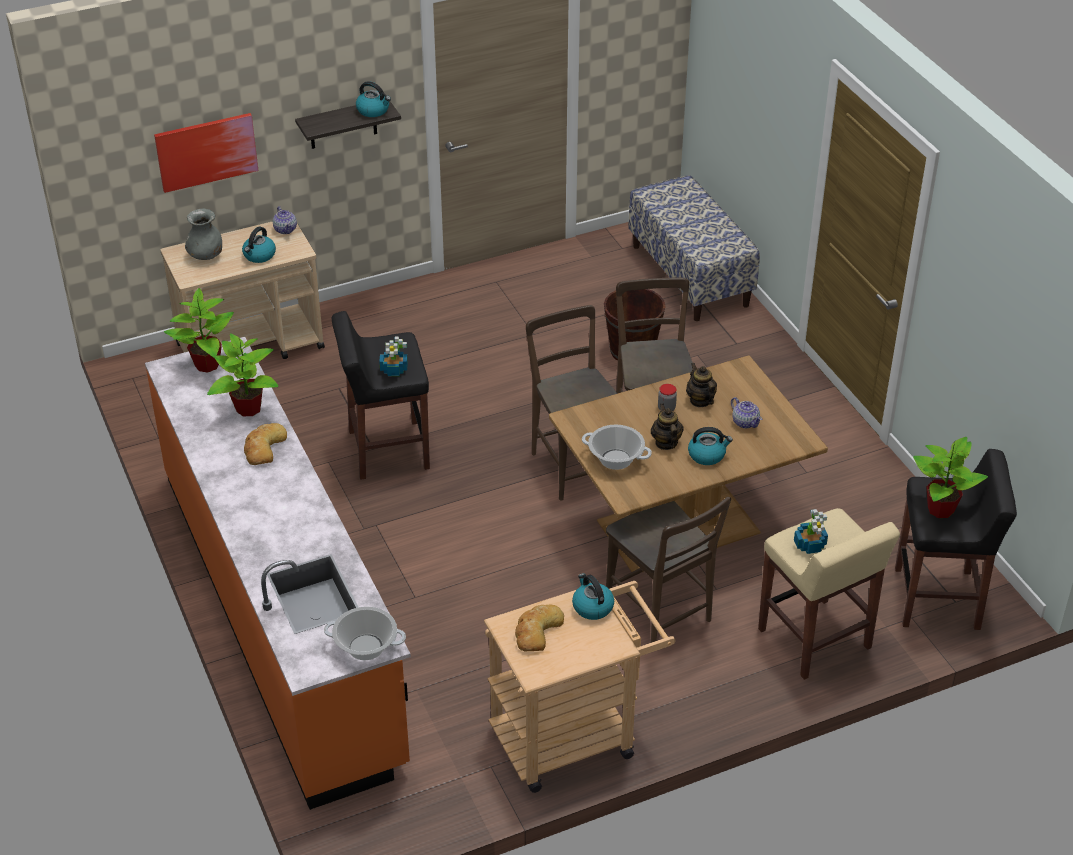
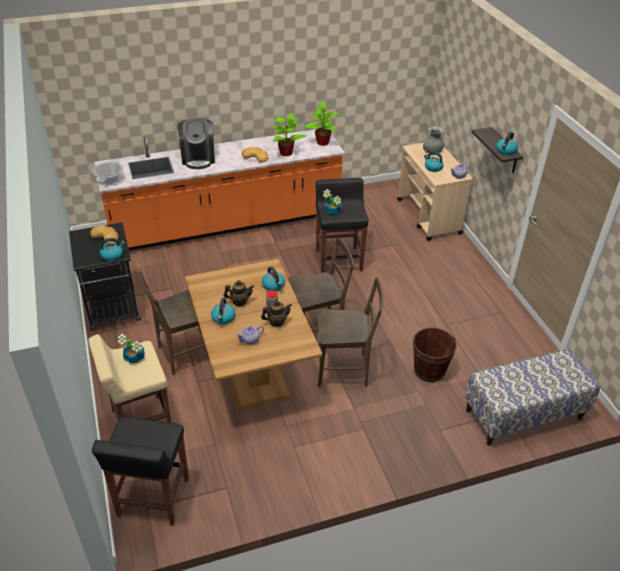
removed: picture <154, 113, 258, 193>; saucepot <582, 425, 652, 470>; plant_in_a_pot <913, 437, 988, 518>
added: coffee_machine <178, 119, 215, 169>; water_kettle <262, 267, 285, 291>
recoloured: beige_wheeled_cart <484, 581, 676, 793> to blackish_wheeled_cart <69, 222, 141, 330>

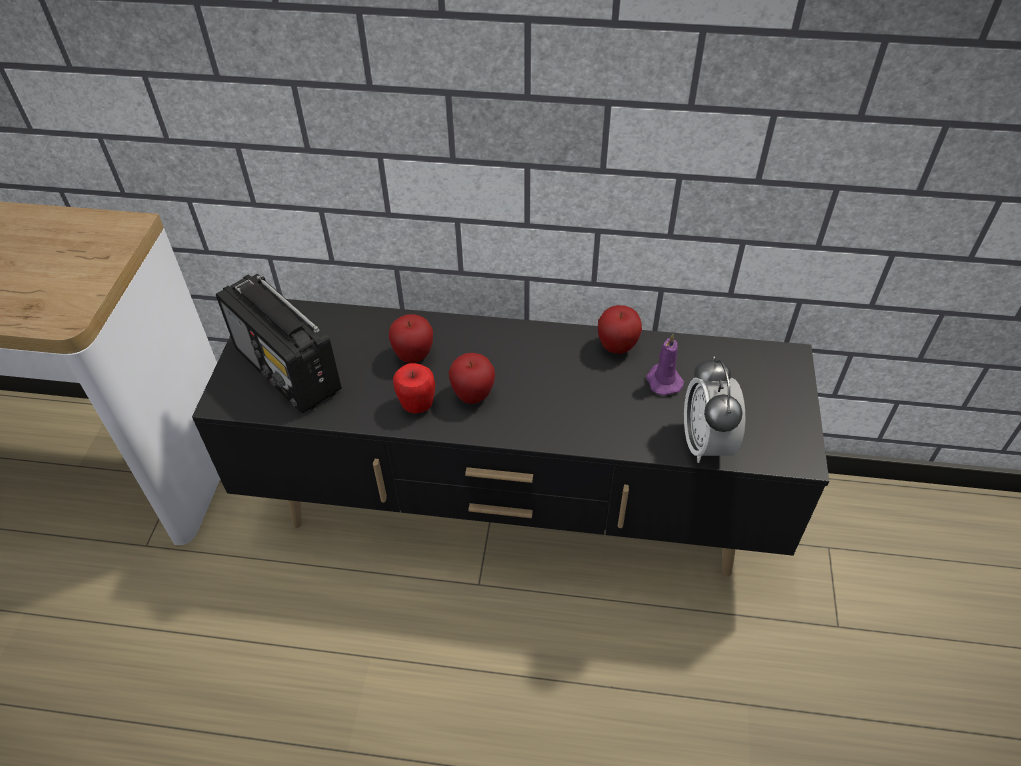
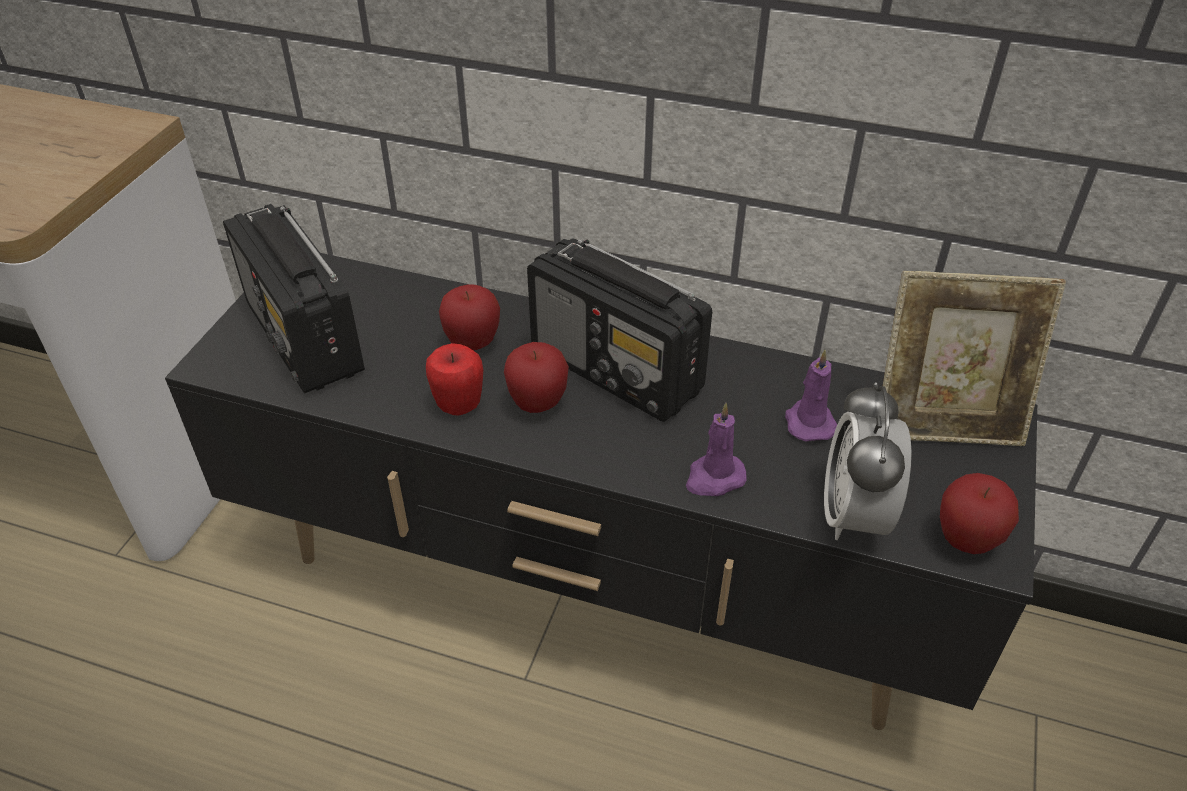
added: radio_receiver <527, 238, 712, 422>; photo_frame <883, 271, 1066, 446>; purple-coloured_wax_light <686, 403, 747, 496>
moved: whole_apple <598, 305, 642, 354> to <940, 473, 1019, 554>

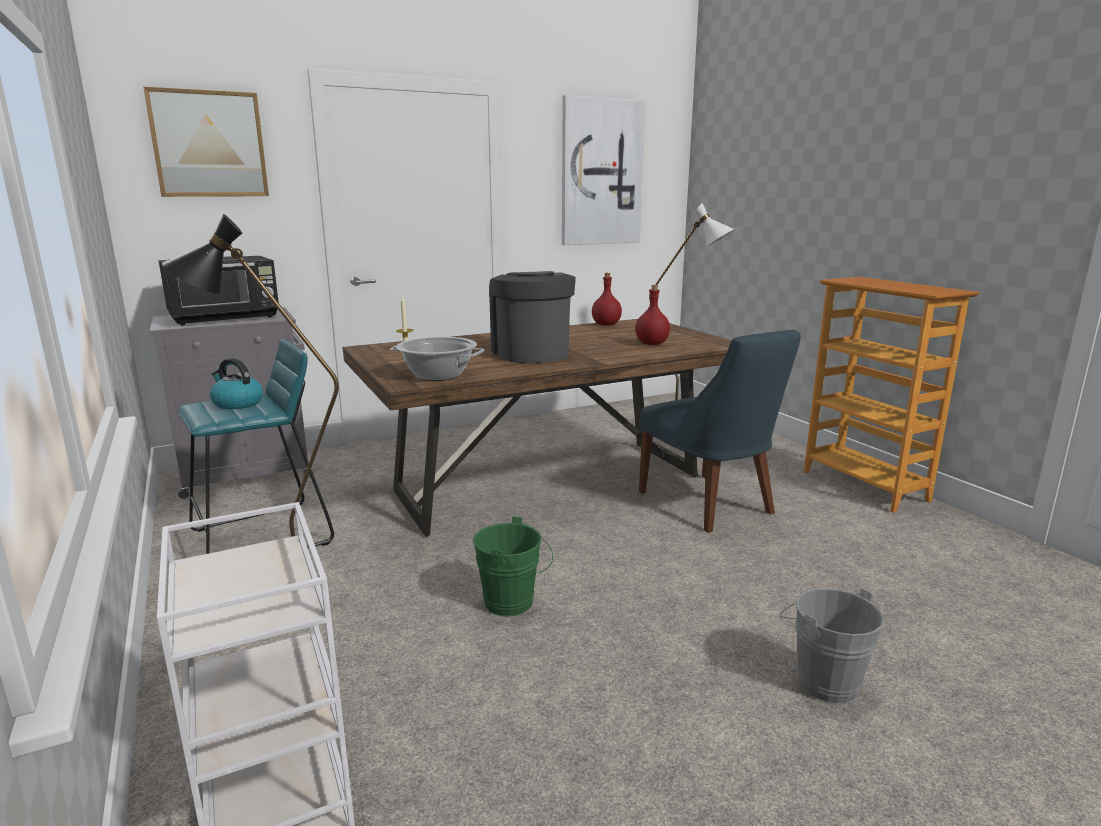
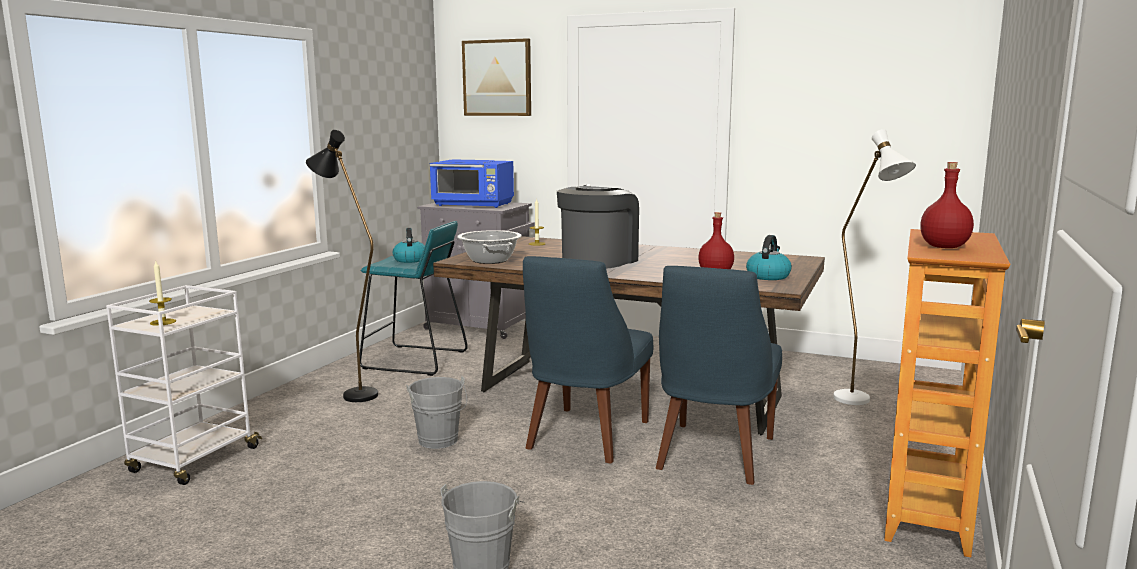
removed: picture <562, 95, 645, 245>
added: water_kettle <746, 235, 792, 280>; blue_plain_chair <523, 256, 653, 463>; wax_light <149, 261, 176, 326>
moved: red_drink_bottle <592, 273, 622, 326> to <920, 162, 974, 248>
recoloured: blackish_microwave_oven <159, 256, 279, 326> to blue_microwave_oven <429, 159, 514, 208>; green_pail <473, 516, 553, 617> to grey_pail <406, 376, 467, 449>

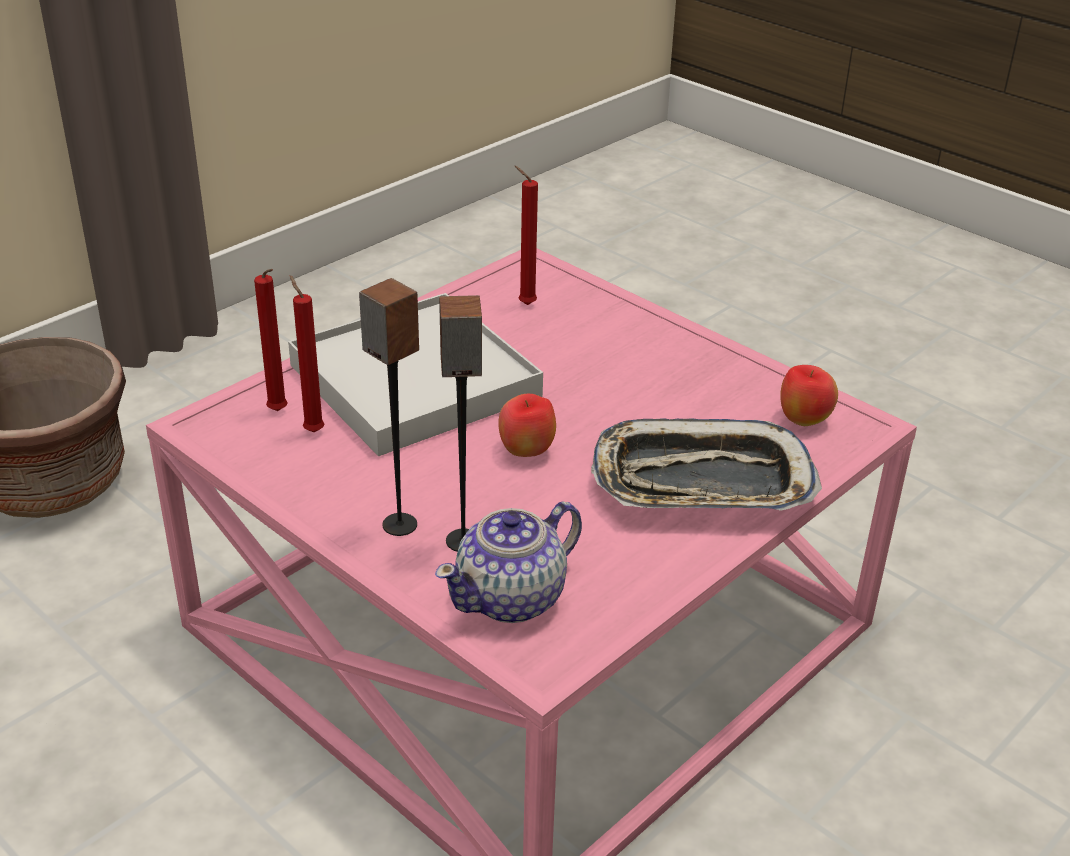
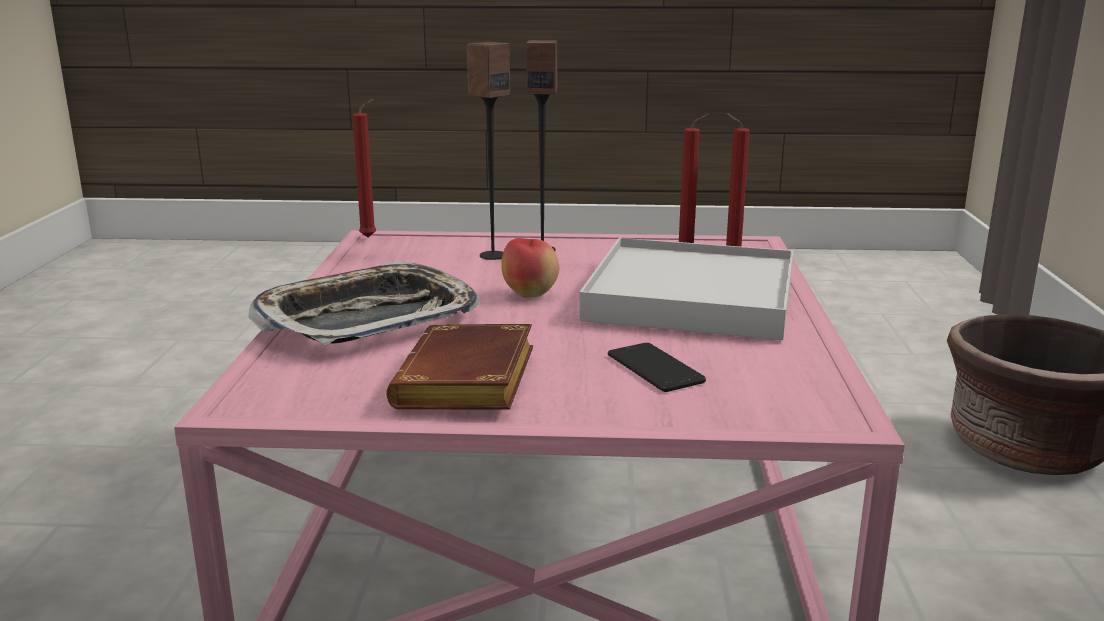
removed: whole_apple <780, 365, 838, 426>; teapot <435, 502, 582, 623>
added: brownish_volume <387, 324, 533, 410>; handset <608, 343, 706, 392>
moved: red_wax_light <515, 166, 538, 305> to <352, 99, 376, 238>

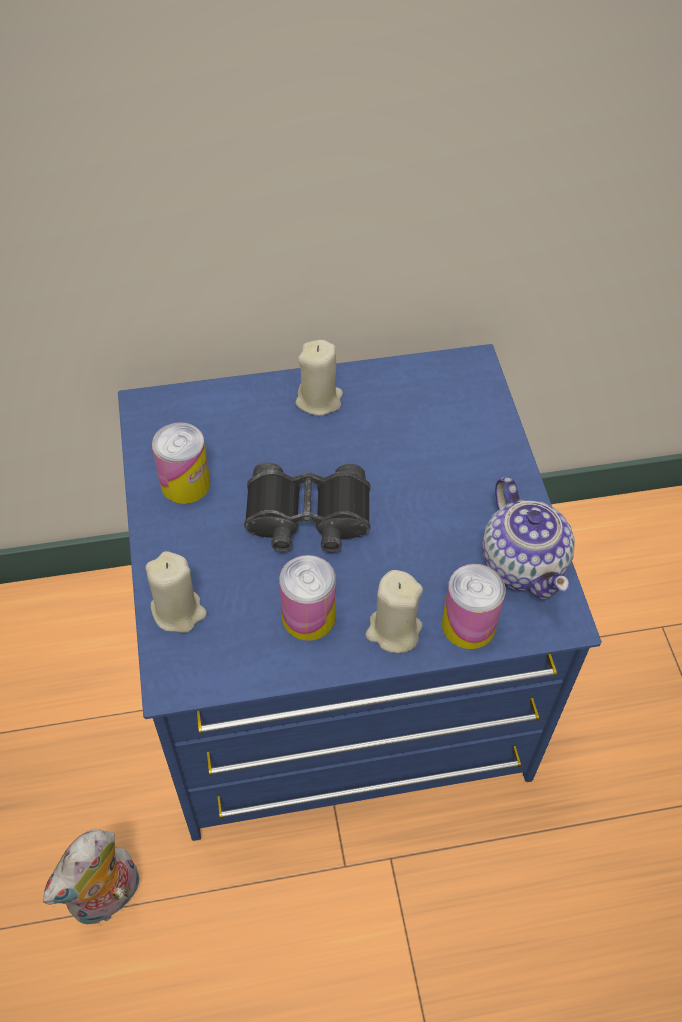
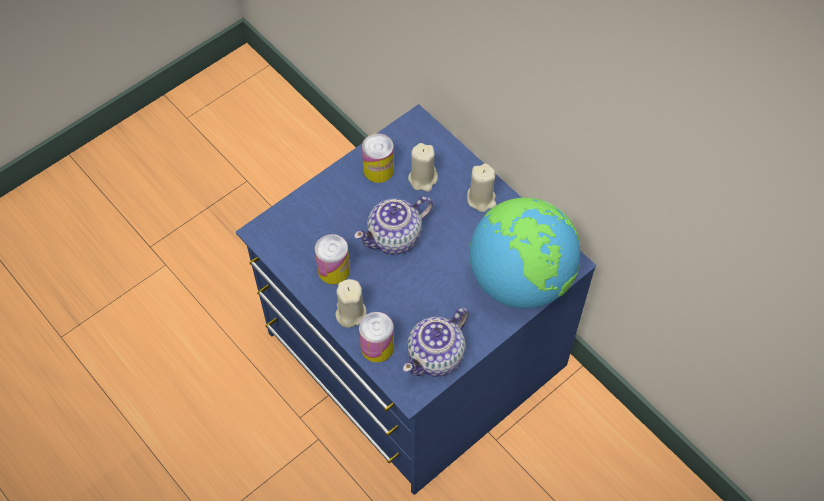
removed: soft_toy <43, 829, 139, 925>
added: world_globe <470, 198, 580, 309>
moved: beige_wax_light <145, 551, 207, 633> to <408, 143, 438, 192>
replaced: blackish_pair_of_binoculars <244, 462, 370, 552> to teapot <354, 196, 433, 254>

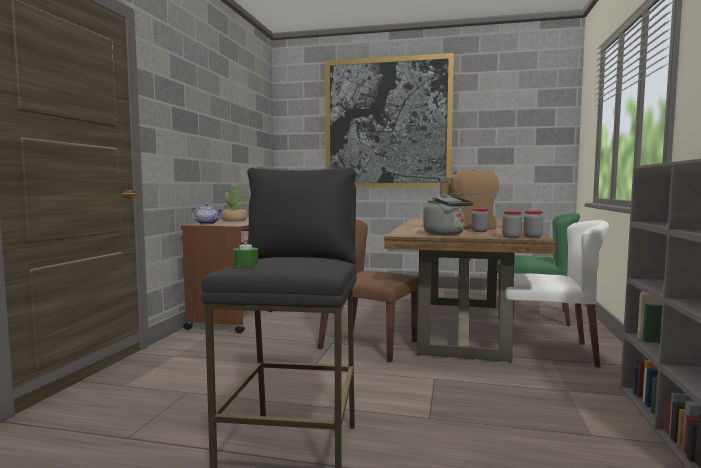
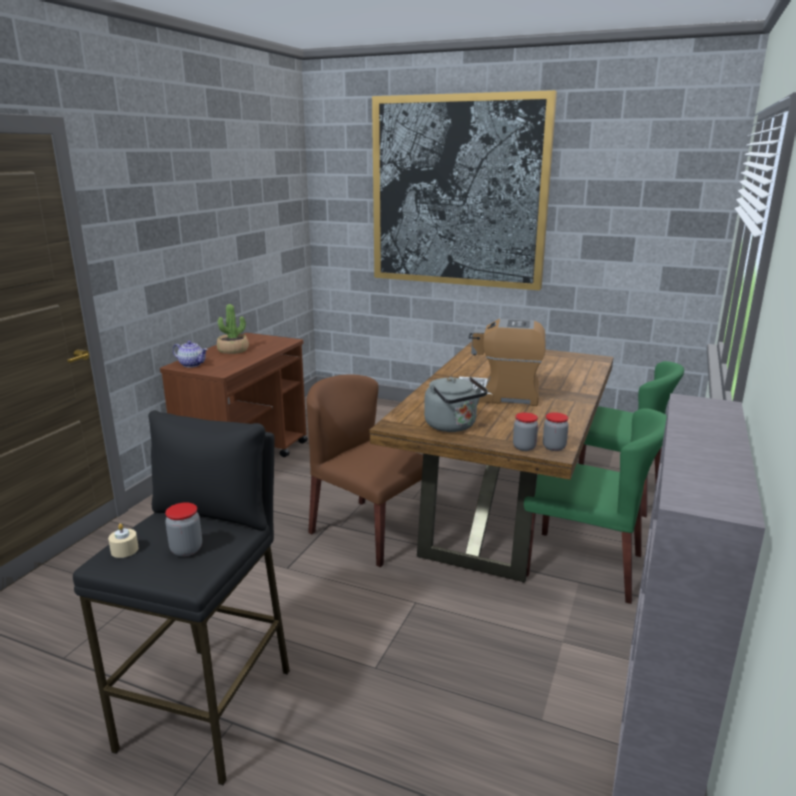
moved: storage_jar <472, 208, 489, 232> to <165, 502, 202, 557>
recoloured: white_plain_chair <506, 220, 609, 368> to green_plain_chair <524, 408, 667, 604>; green_wax_light <233, 236, 258, 267> to beige_wax_light <108, 523, 139, 558>

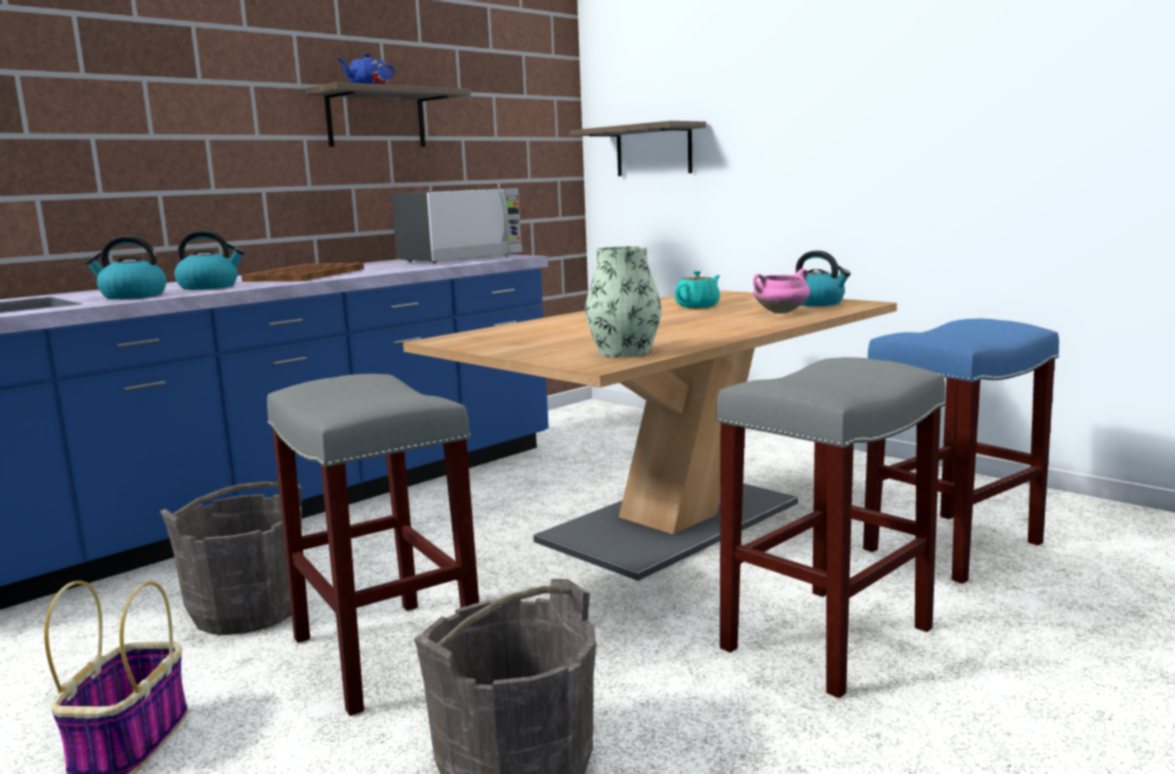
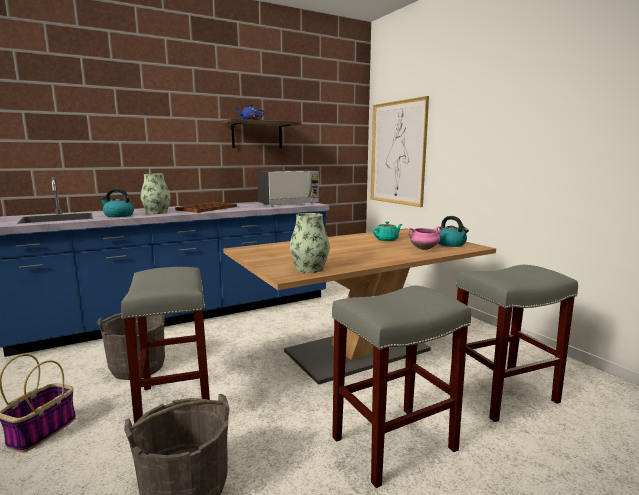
replaced: wall_shelf <570, 121, 706, 176> to picture <371, 96, 429, 207>; water_kettle <174, 231, 244, 290> to flower_vase <140, 174, 171, 214>
recoloured: blue_stool_seat <863, 319, 1059, 584> to grey_stool_seat <450, 265, 578, 422>

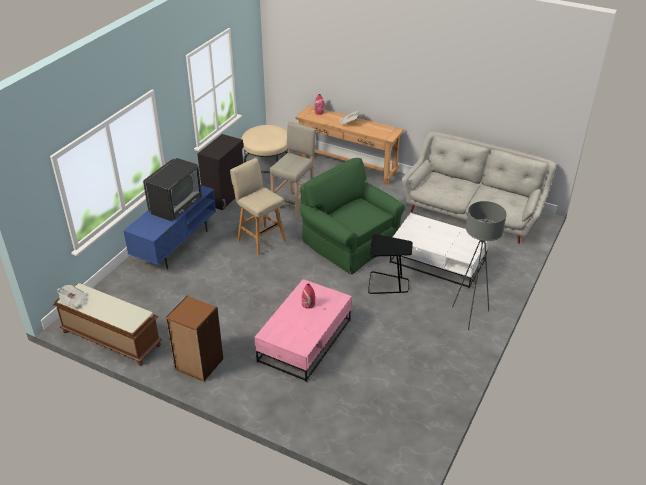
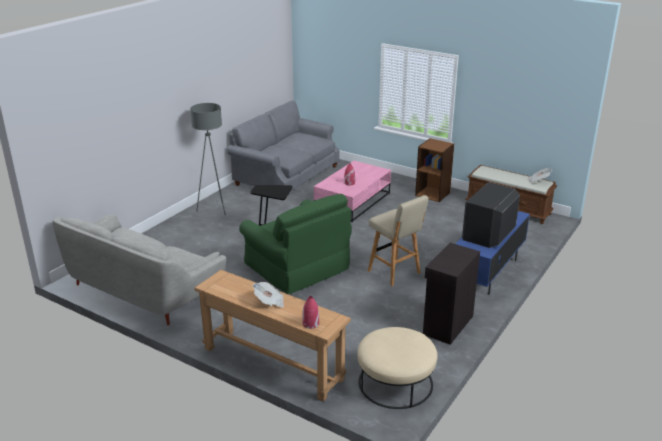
removed: beige_stool_seat <269, 122, 316, 219>; white_low_table <390, 213, 489, 289>
added: grey_settee <227, 100, 339, 198>

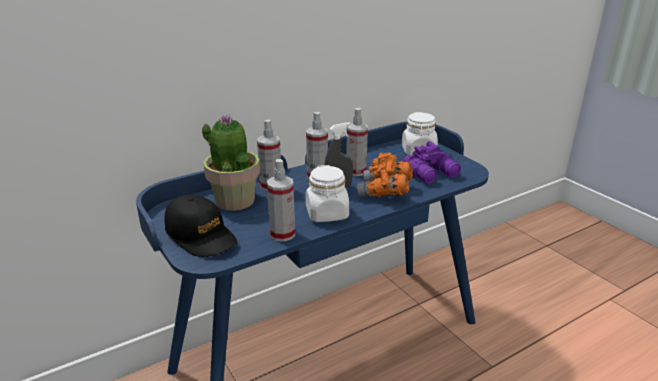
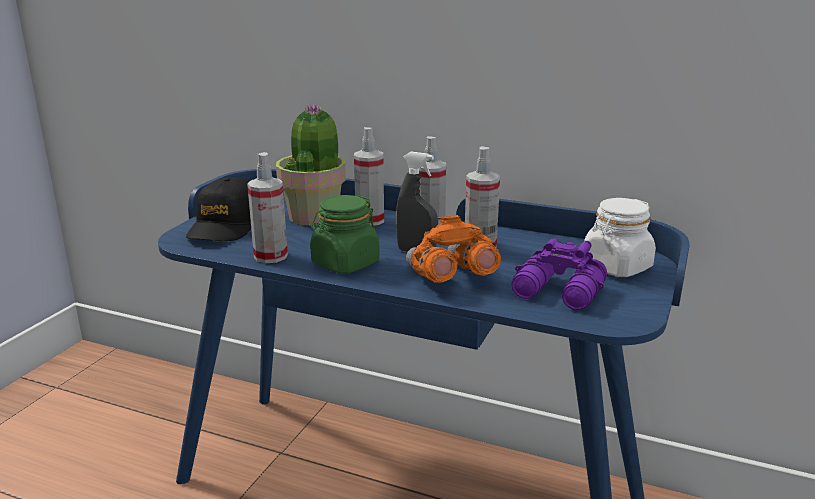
recoloured: white_storage_jar <306, 165, 349, 222> to green_storage_jar <310, 195, 380, 274>

